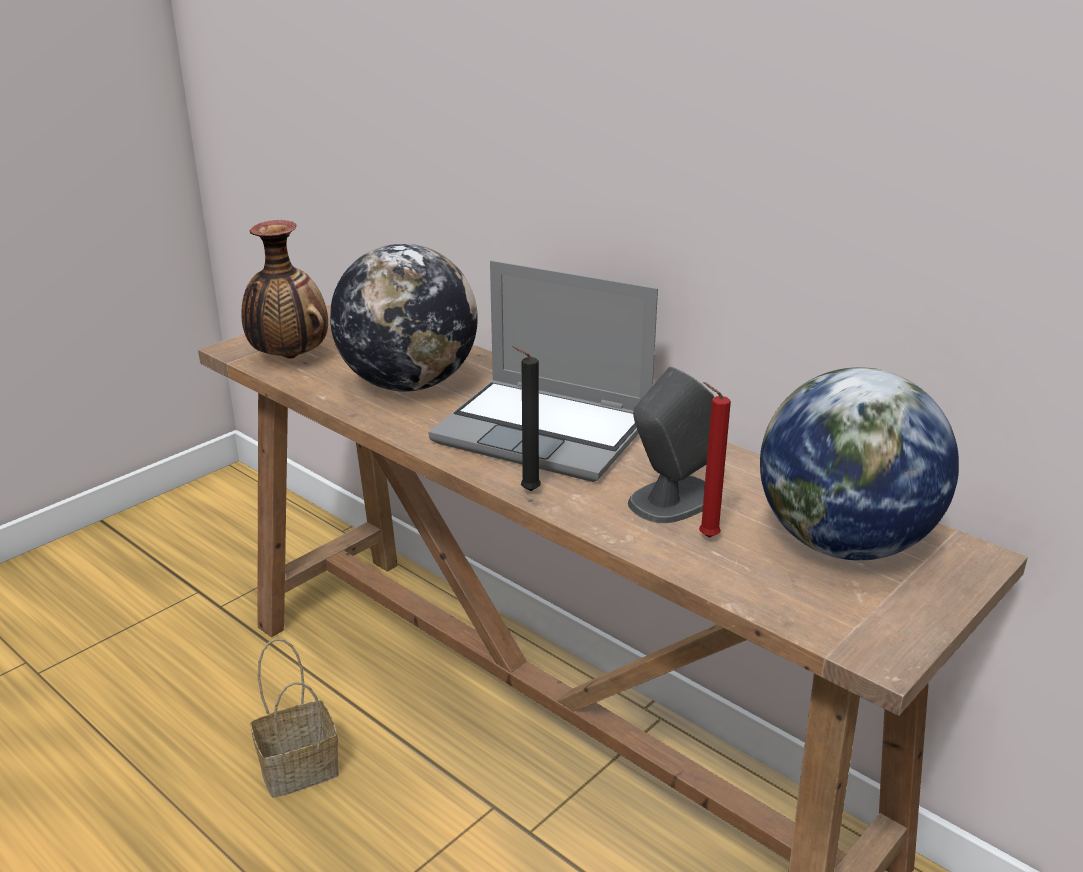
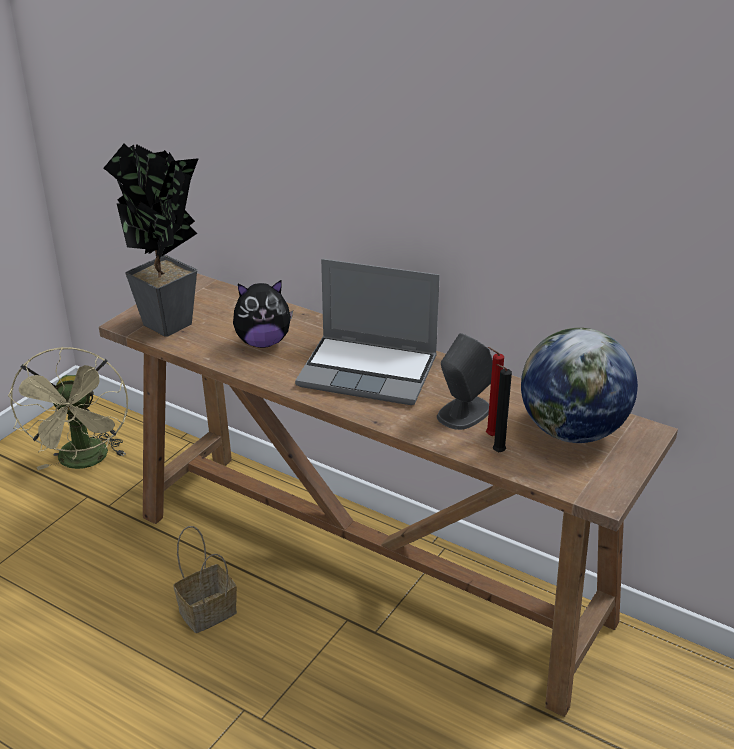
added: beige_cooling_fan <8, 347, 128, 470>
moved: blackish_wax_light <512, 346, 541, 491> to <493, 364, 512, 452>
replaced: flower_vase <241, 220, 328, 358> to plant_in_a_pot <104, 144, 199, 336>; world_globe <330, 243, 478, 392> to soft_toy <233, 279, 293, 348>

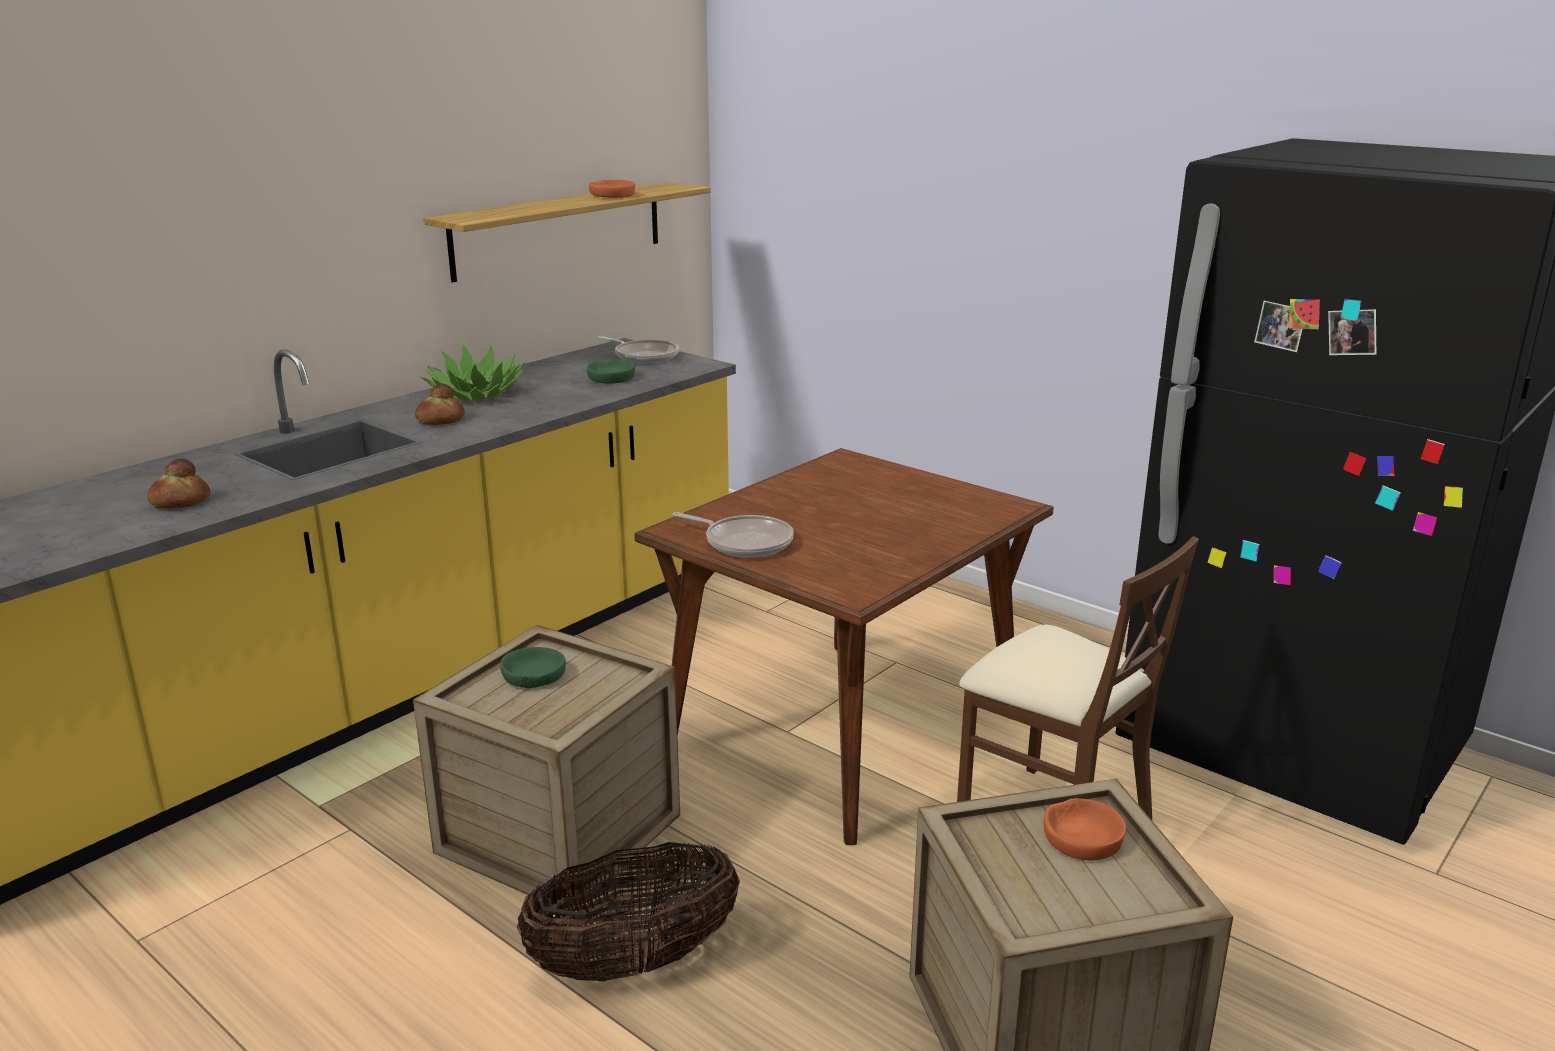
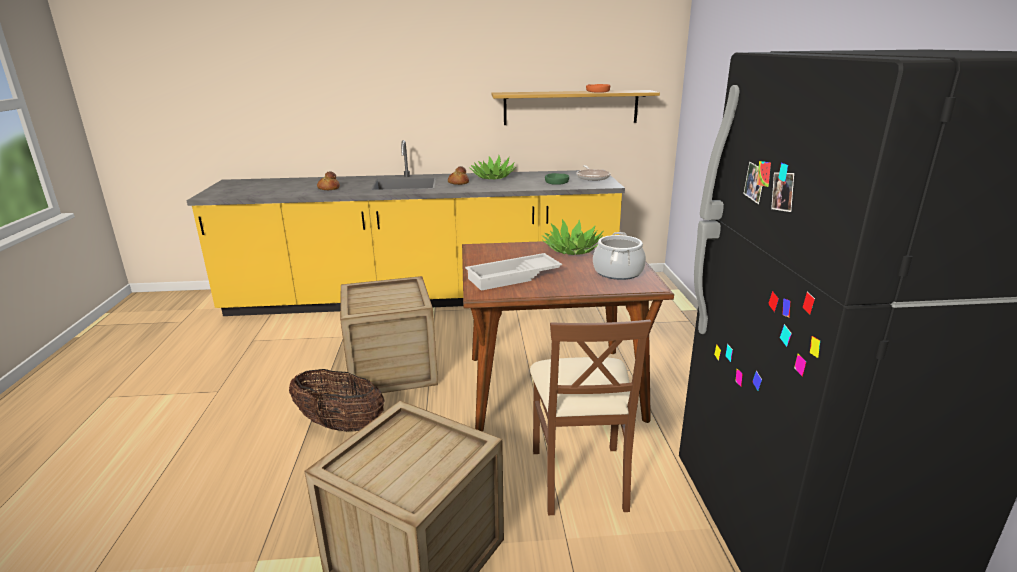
removed: frying_pan <673, 512, 794, 558>; green_serving_bowl <500, 647, 566, 688>; orangey_serving_bowl <1044, 798, 1126, 861>
added: plant_in_a_pot <542, 219, 604, 255>; saucepot <593, 232, 646, 280>; white_serving_tray <465, 253, 562, 291>

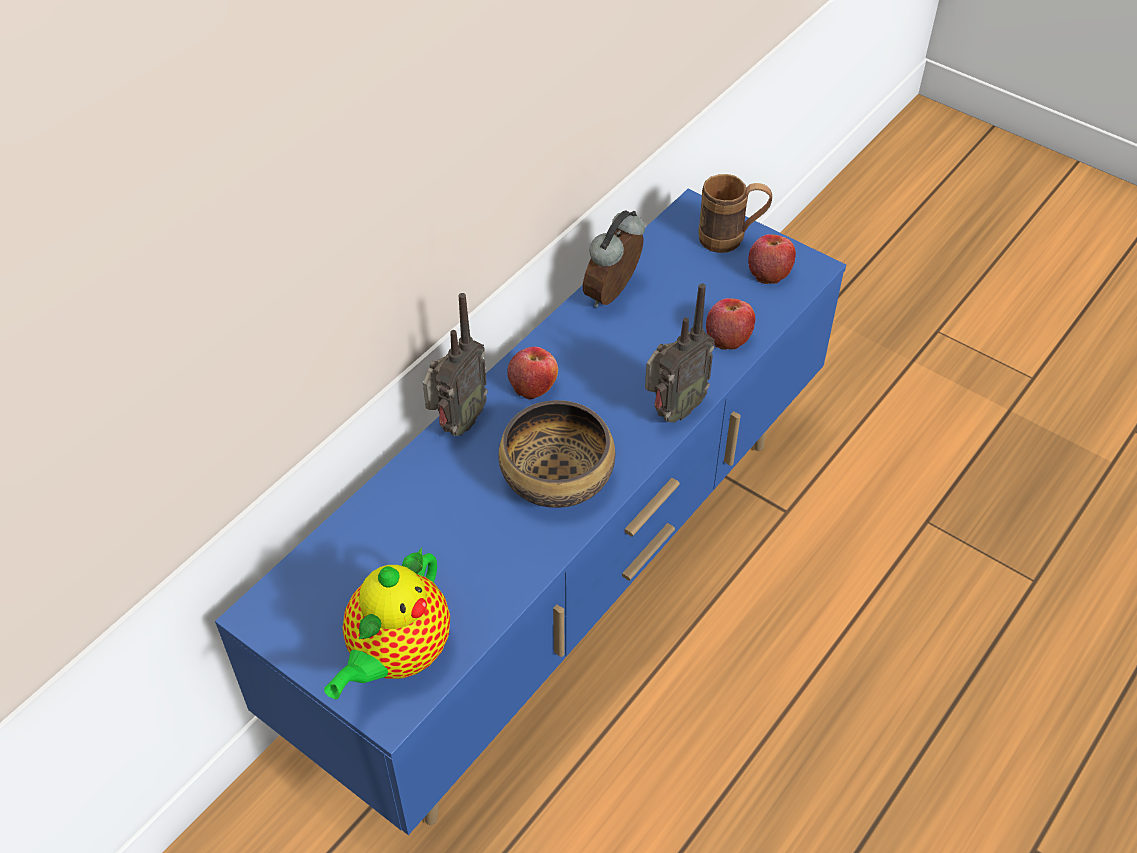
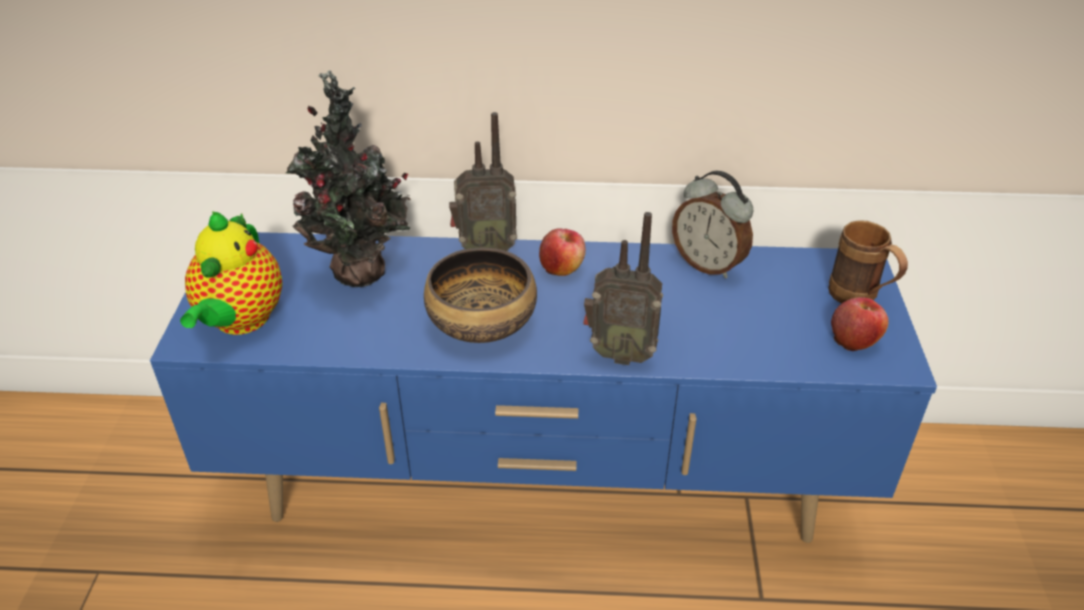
removed: whole_apple <706, 298, 755, 350>
added: plant_in_a_pot <286, 70, 411, 287>
turned: table_clock <583, 210, 645, 307> = <672, 170, 753, 279> 135 degrees counterclockwise; teapot <324, 547, 450, 699> = <180, 212, 282, 335> 75 degrees counterclockwise

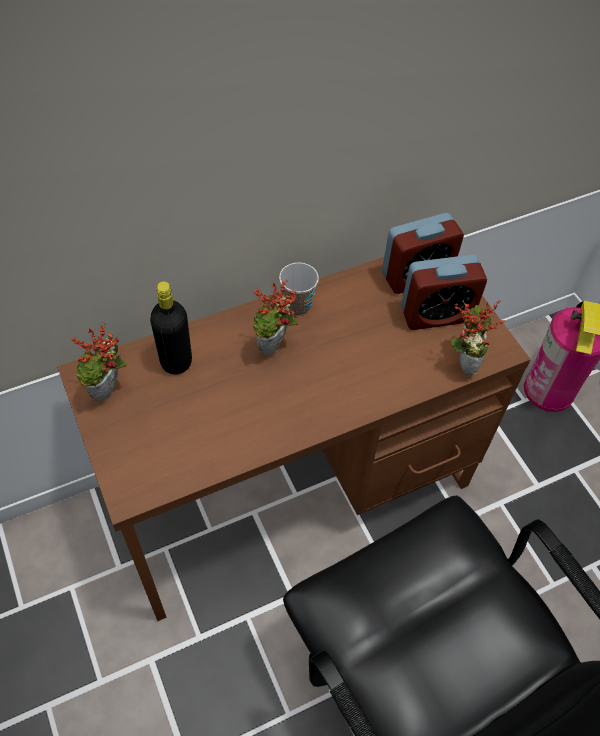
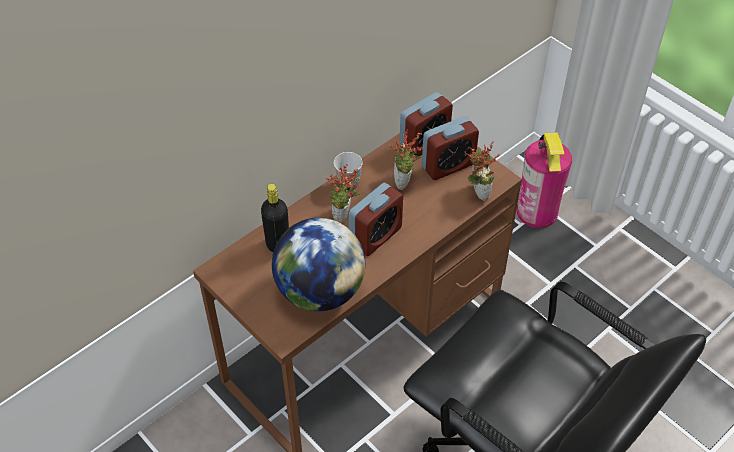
added: table_clock <349, 183, 403, 256>; world_globe <272, 218, 365, 311>
moved: plant_in_a_pot <71, 323, 127, 402> to <389, 129, 424, 190>

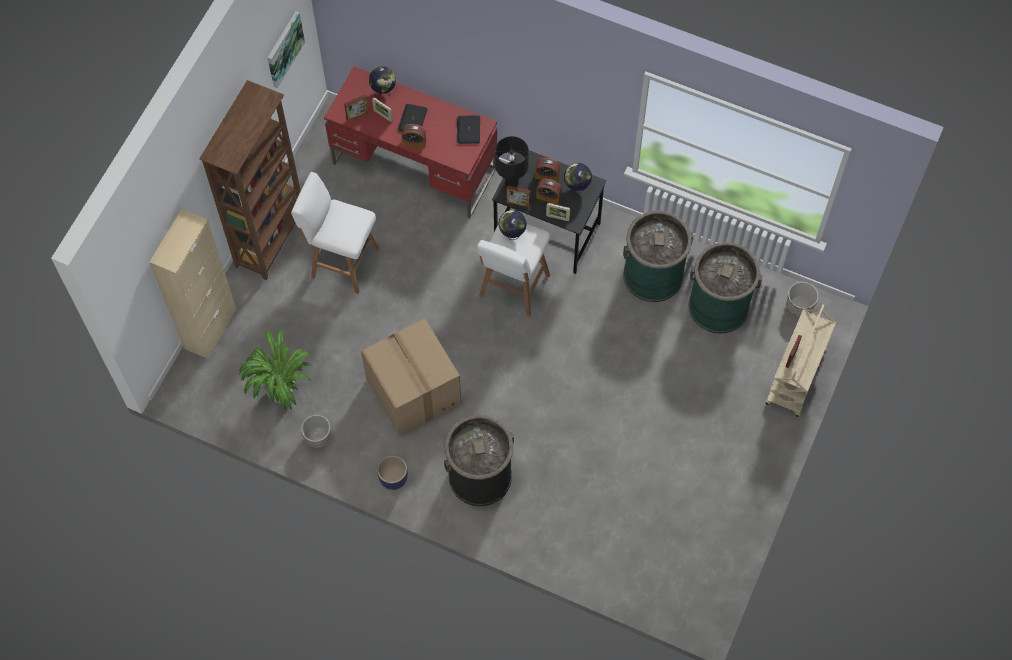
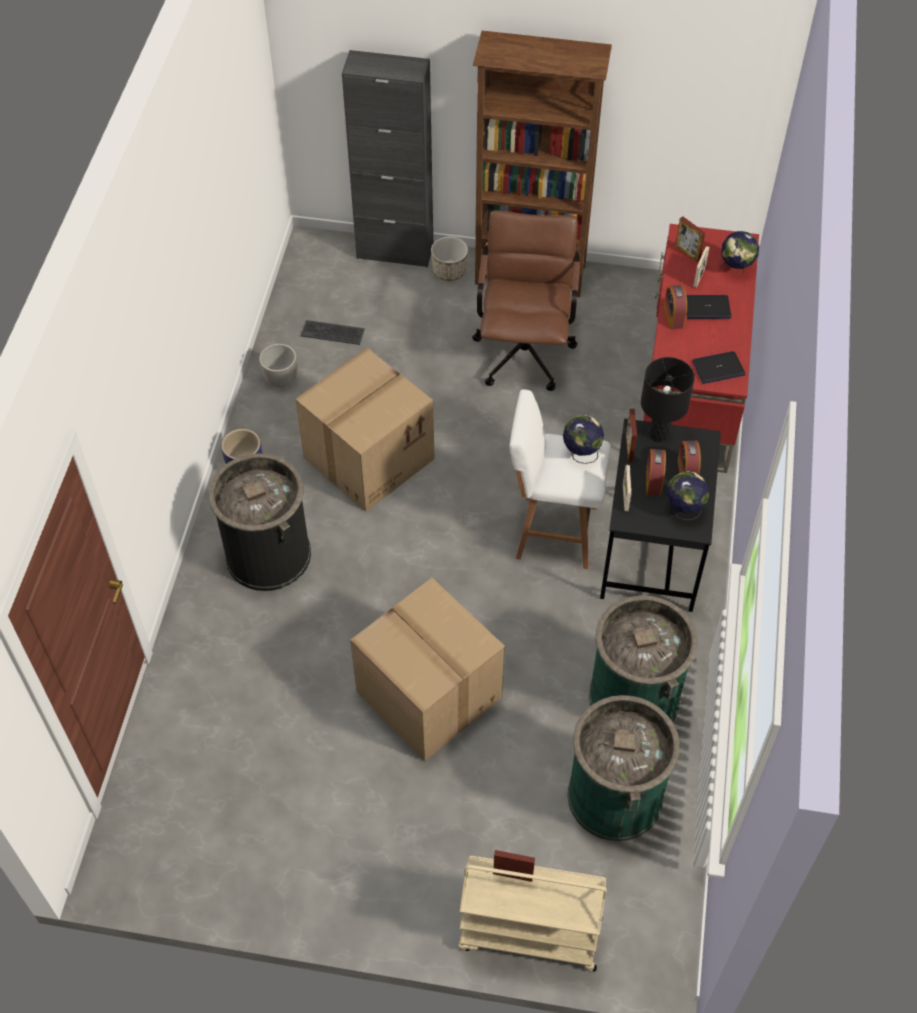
removed: picture <267, 11, 305, 88>
added: packing_box <350, 578, 505, 761>
moved: plant_pot <787, 282, 819, 317> to <431, 237, 468, 281>
replaced: white_stool_seat <291, 172, 379, 294> to brownish_desk_chair <472, 210, 580, 391>; plant_in_a_pot <239, 330, 312, 410> to PC_keyboard <301, 320, 365, 345>
recoloured: beige_cabinet <149, 209, 237, 359> to blackish_cabinet <342, 50, 433, 268>

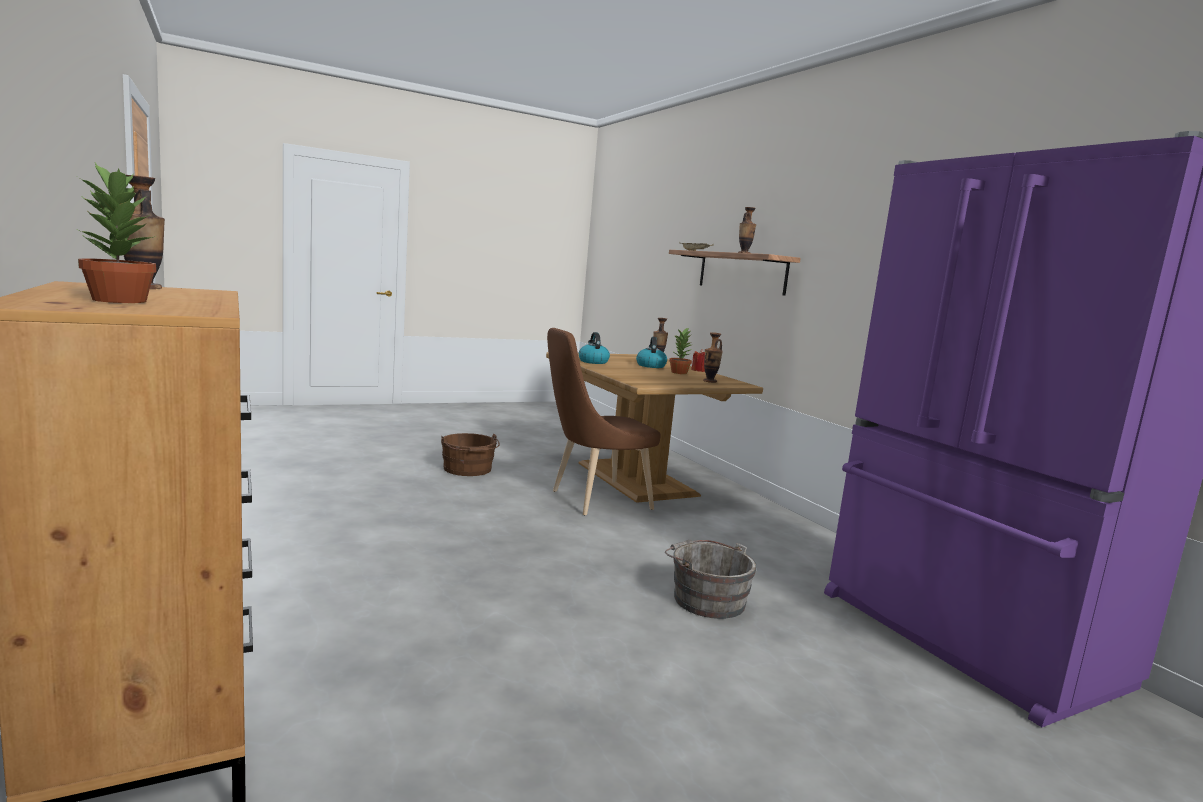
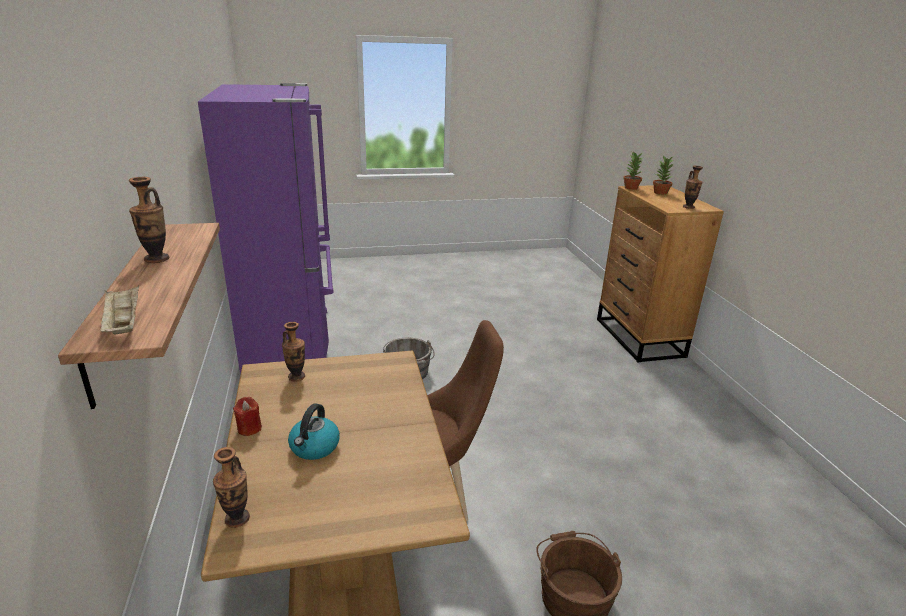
removed: water_kettle <579, 332, 610, 364>
moved: plant_in_a_pot <669, 327, 692, 374> to <624, 151, 643, 190>

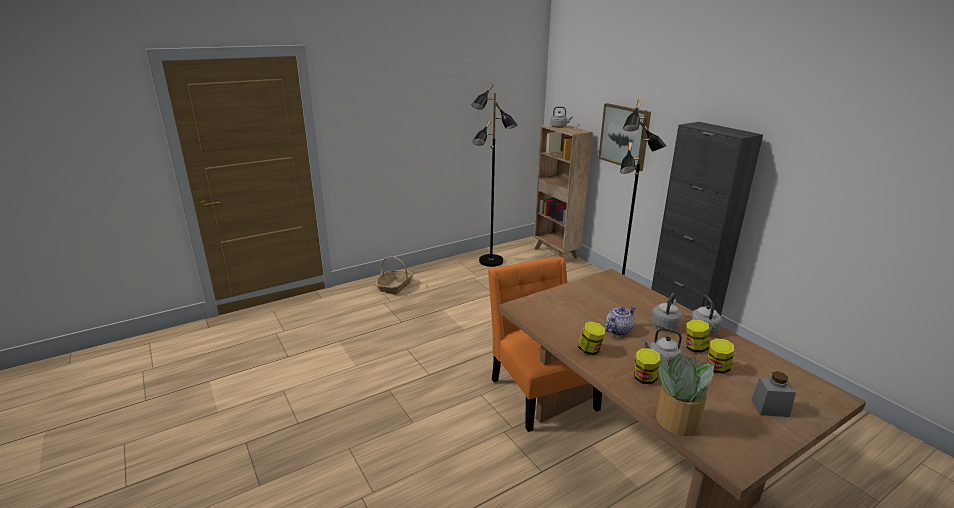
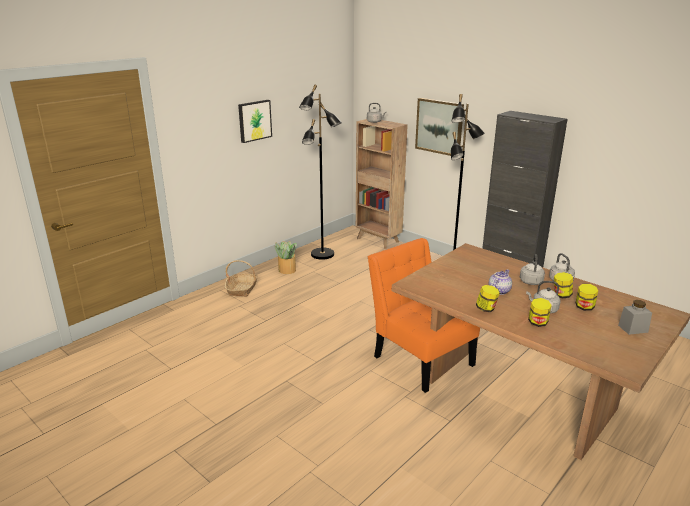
added: picture <238, 100, 272, 143>
moved: plant_in_a_pot <656, 354, 714, 436> to <274, 241, 297, 274>

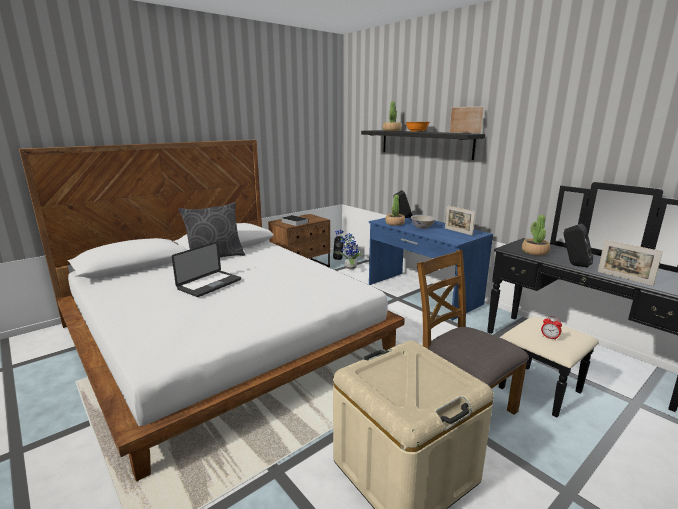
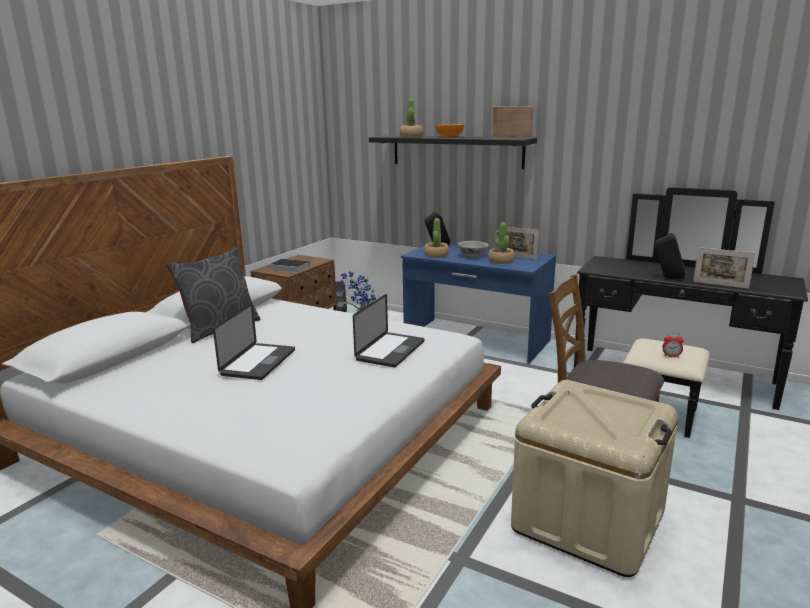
added: notebook_computer <353, 294, 425, 367>
moved: plant_in_a_pot <522, 215, 550, 256> to <488, 222, 515, 264>

